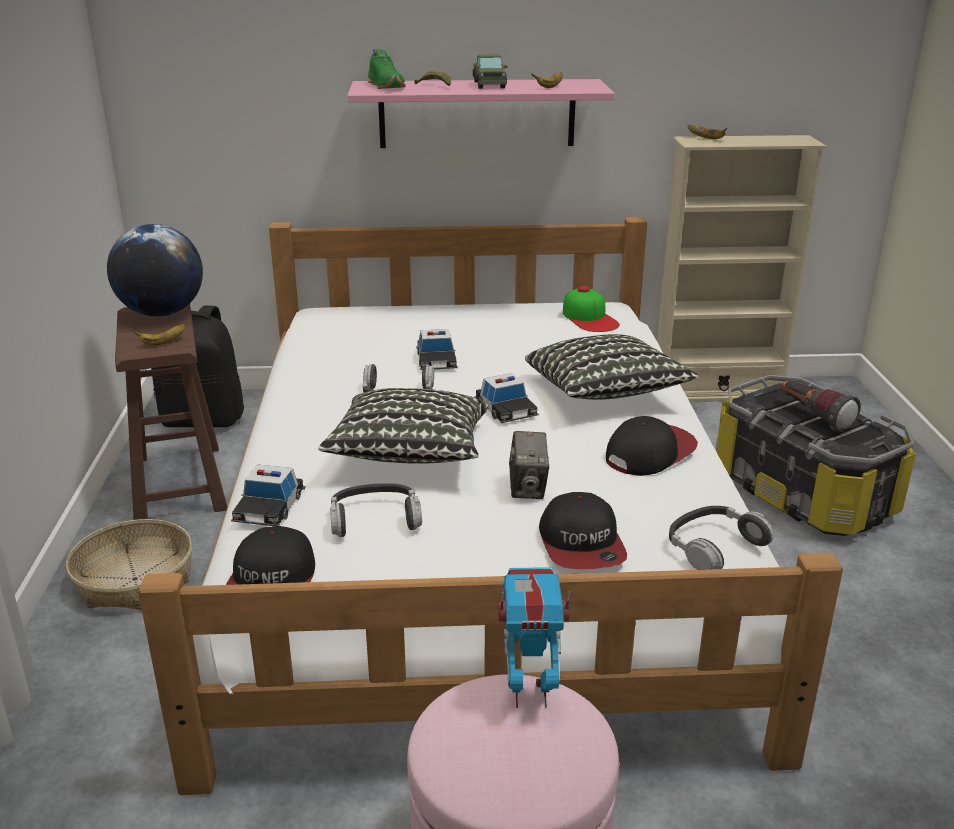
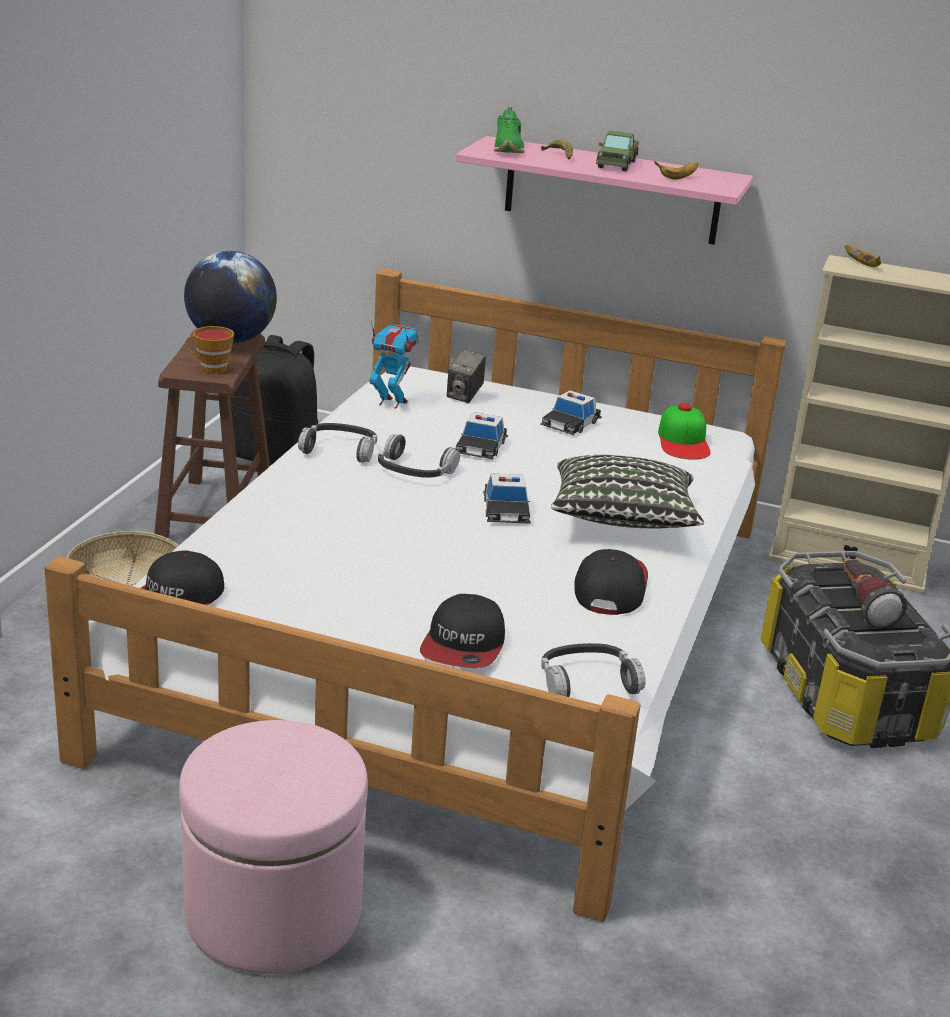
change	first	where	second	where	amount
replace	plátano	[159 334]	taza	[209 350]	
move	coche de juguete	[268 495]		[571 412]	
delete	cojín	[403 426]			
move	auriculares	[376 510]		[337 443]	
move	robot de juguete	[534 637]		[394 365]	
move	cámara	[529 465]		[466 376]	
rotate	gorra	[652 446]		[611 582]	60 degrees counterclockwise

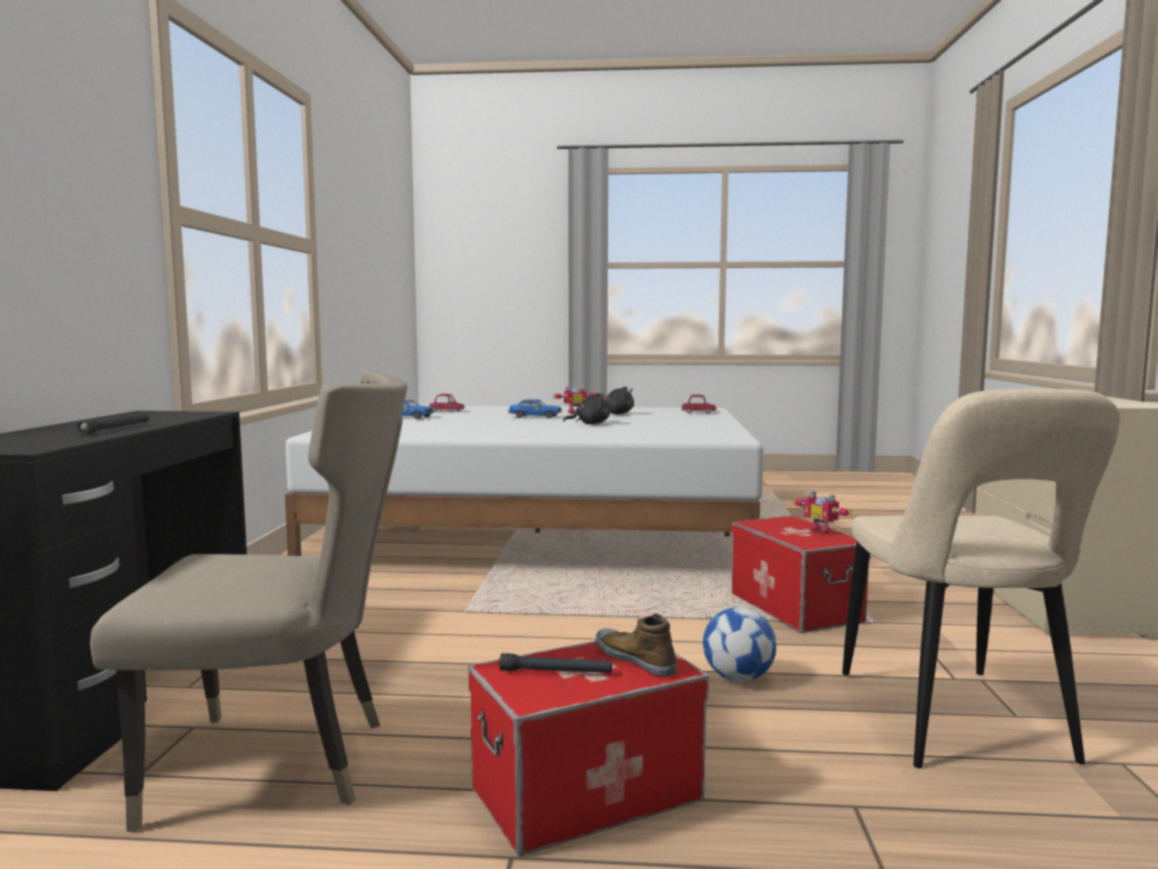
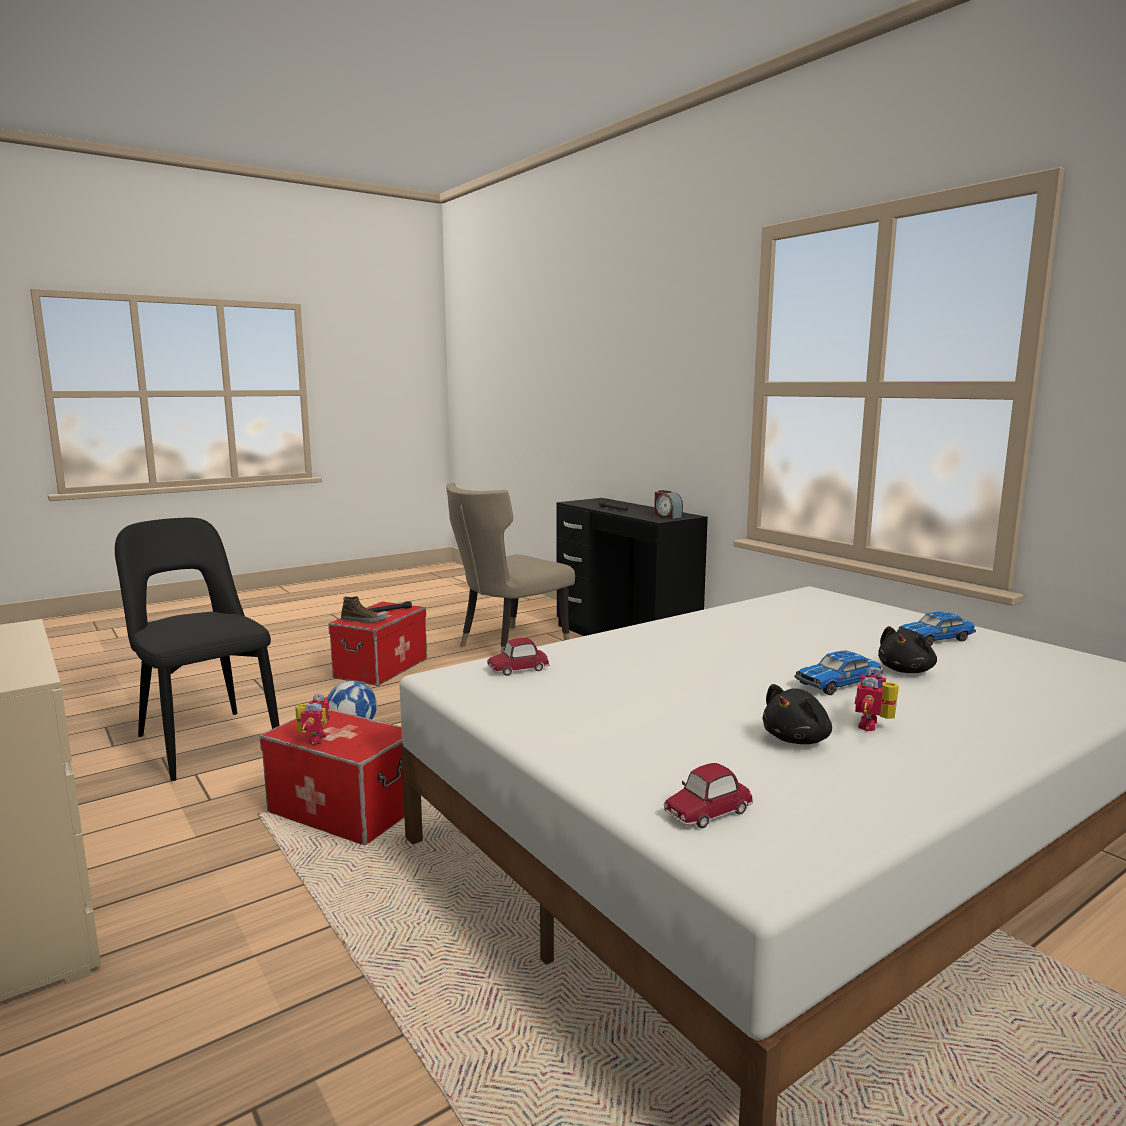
change	first	where	second	where	amount
move	coche de juguete	[446 403]		[518 657]	
move	peluche/negro	[586 408]		[907 649]	
rotate	robot de juguete	[823 512]		[312 719]	75 degrees clockwise
recolor	silla/beis	[981 578]	silla/negro	[197 649]	
insert			despertador	[668 504]	

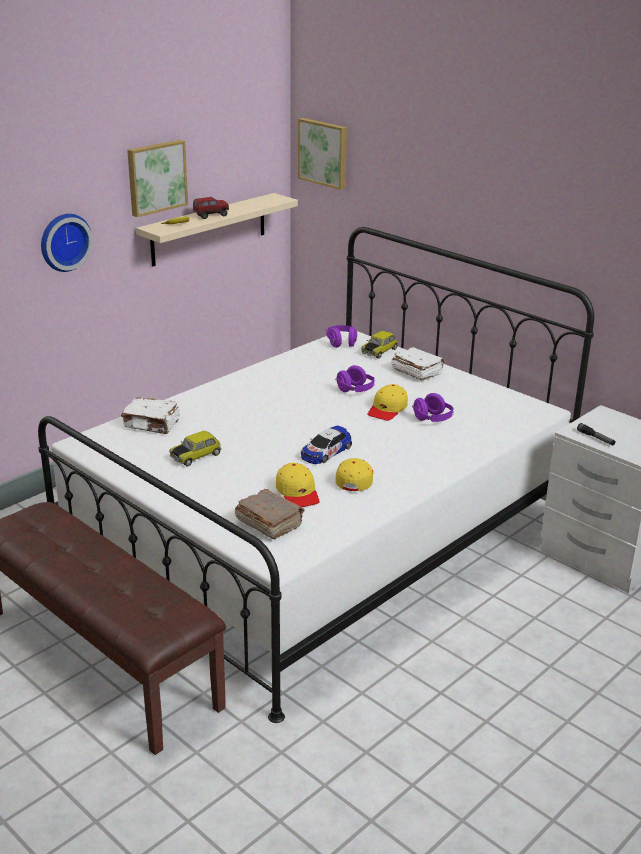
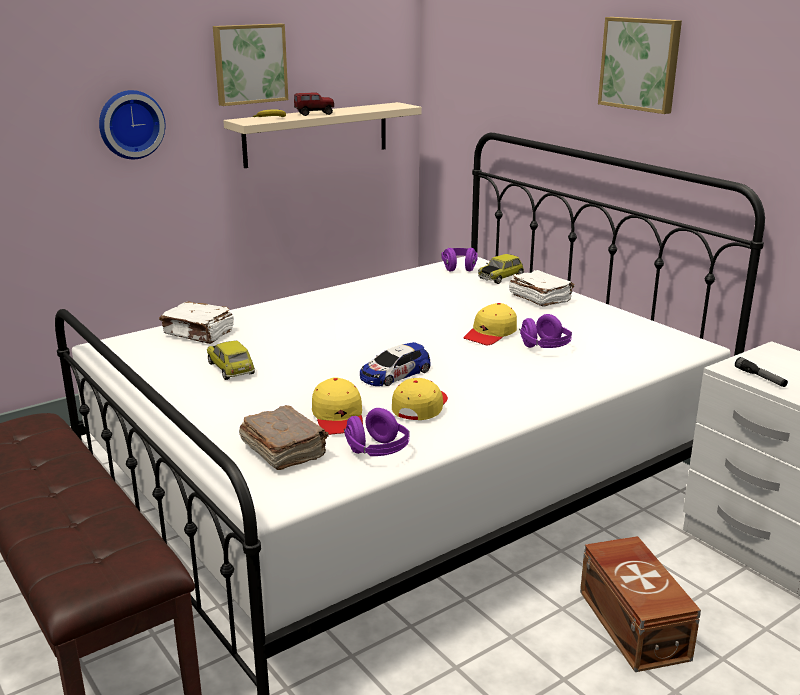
change	first	where	second	where	amount
rotate	coche de juguete	[195 448]		[231 360]	90 degrees clockwise
move	cuadro	[322 154]		[640 65]	
move	auriculares/morado	[355 378]		[377 432]	
insert			caja de almacenaje/marrón	[640 604]	

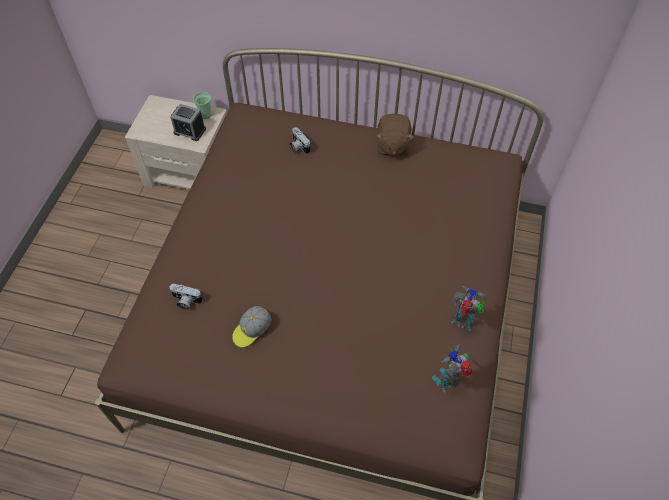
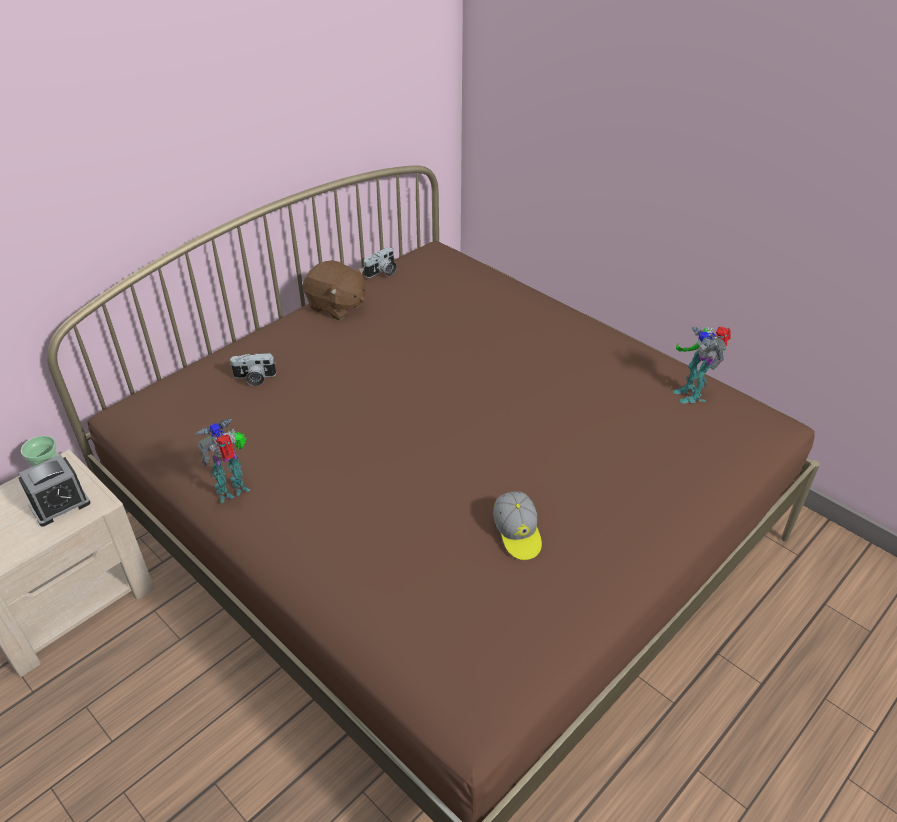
change	first	where	second	where	amount
move	cámara	[186 297]		[380 262]	
move	robot de juguete	[468 308]		[222 461]	

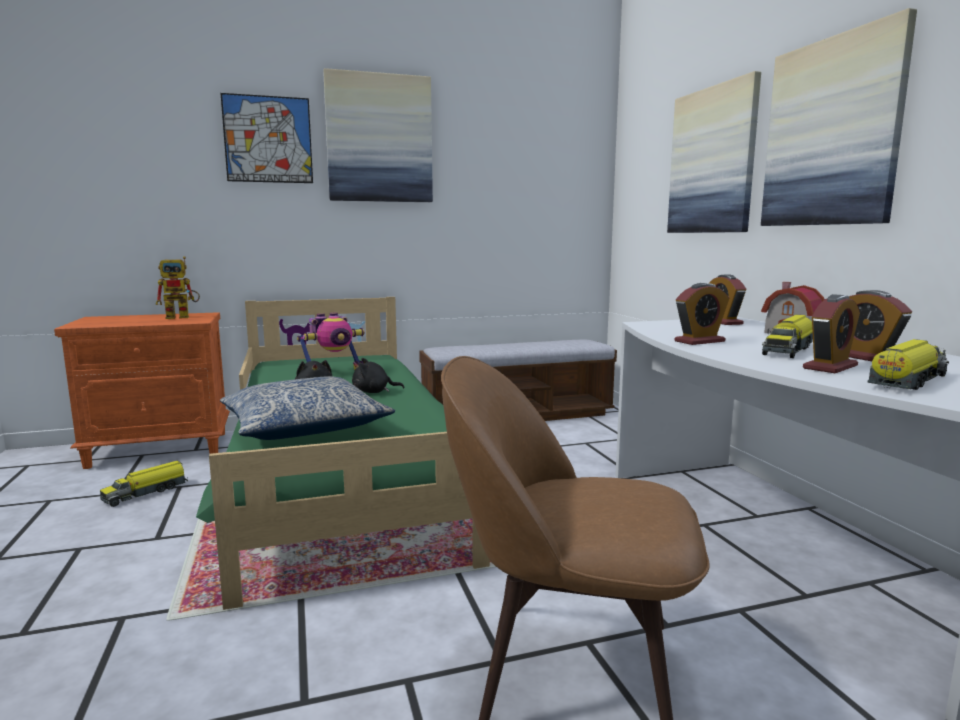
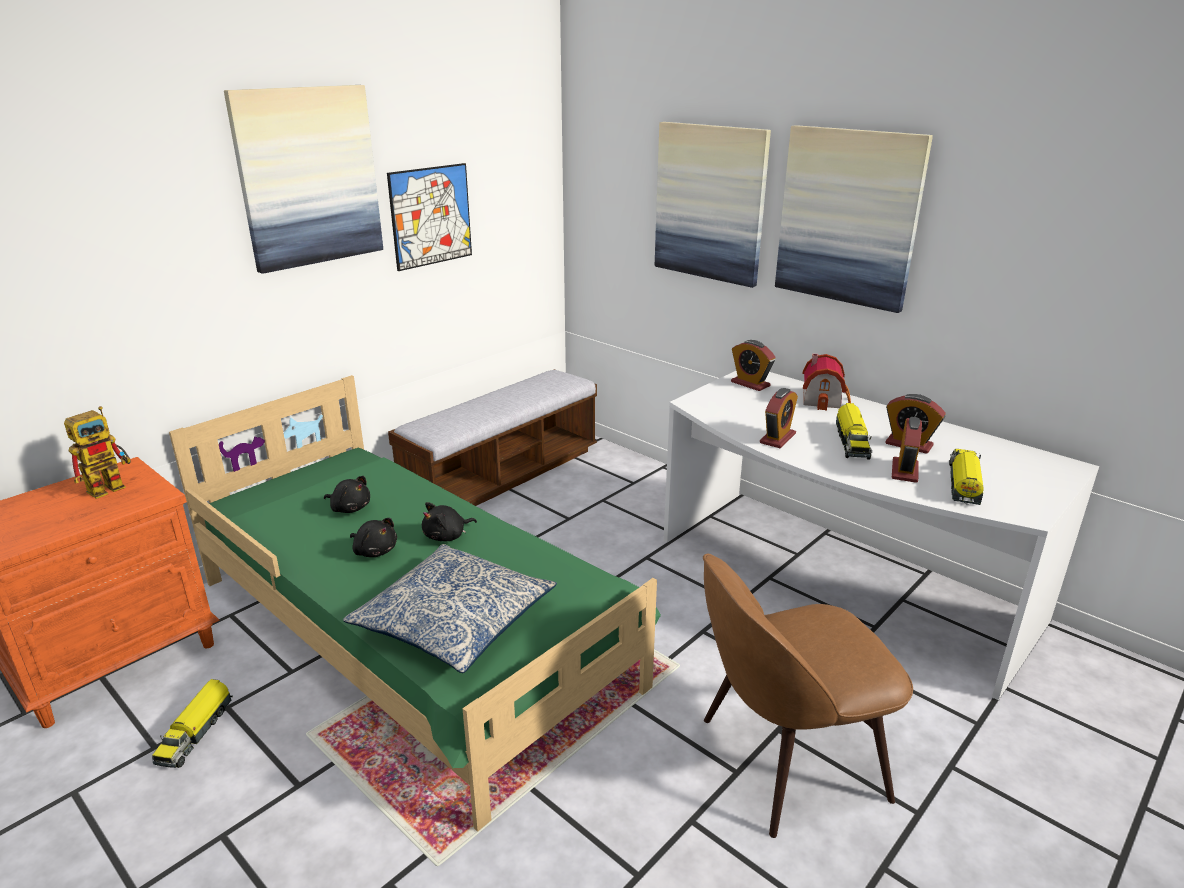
change	first	where	second	where	amount
move	cuadro	[266 138]		[429 217]	
replace	robot de juguete	[331 341]	peluche/negro	[347 494]	

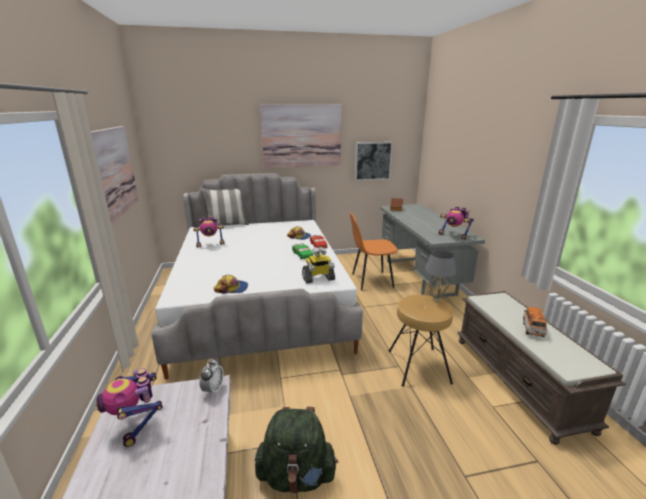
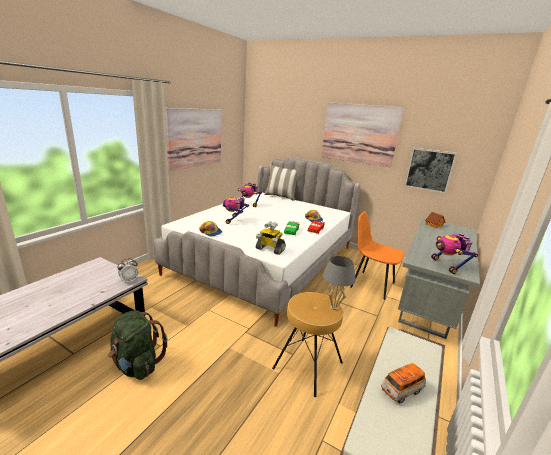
change	first	where	second	where	amount
move	robot de juguete	[129 407]		[236 210]	

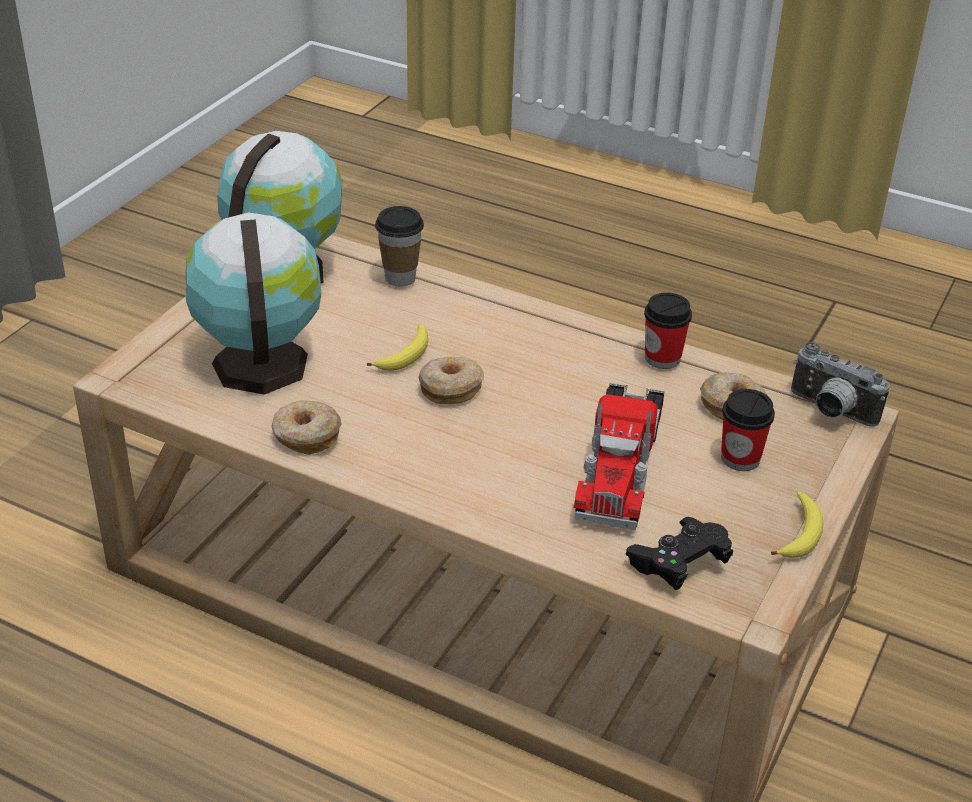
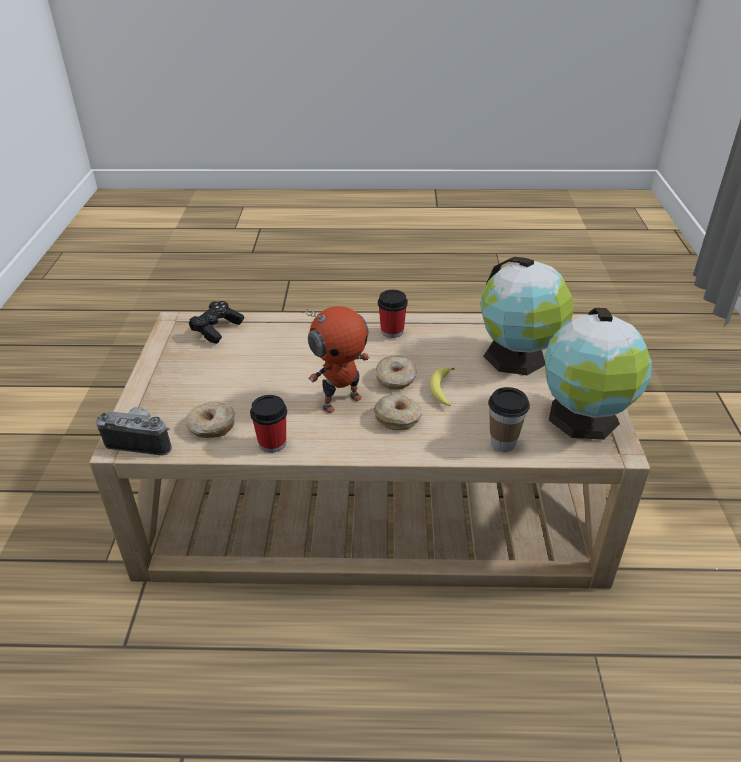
change	first	where	second	where	amount
move	rosquilla	[306 427]		[397 412]	
delete	camión de juguete	[619 456]			
move	taza	[748 430]		[393 314]	
delete	plátano	[797 525]			
insert			robot de juguete	[338 359]	

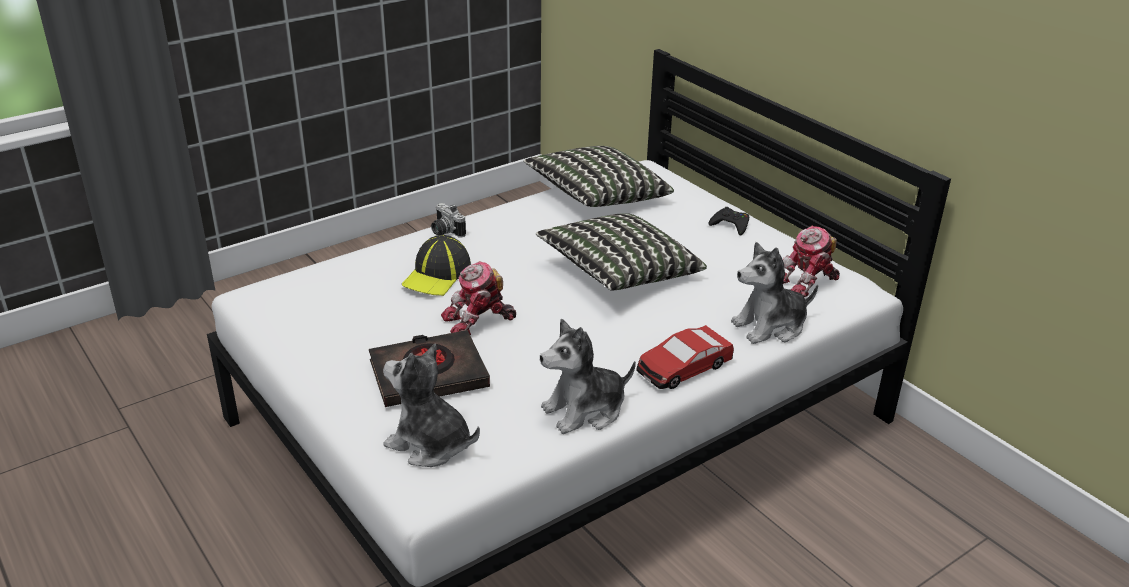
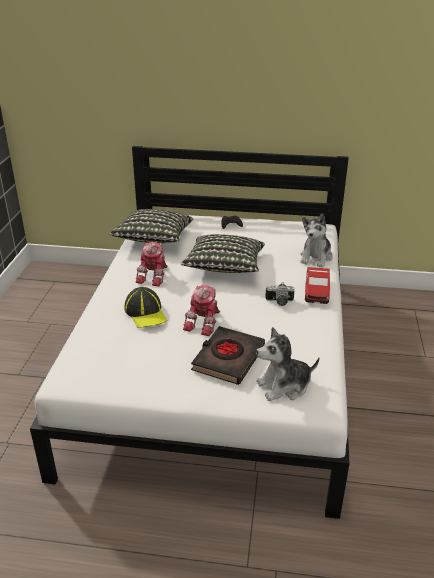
change	first	where	second	where	amount
move	cámara	[448 220]		[280 294]	
delete	peluche	[588 376]			
move	robot de juguete	[811 261]		[151 264]	

